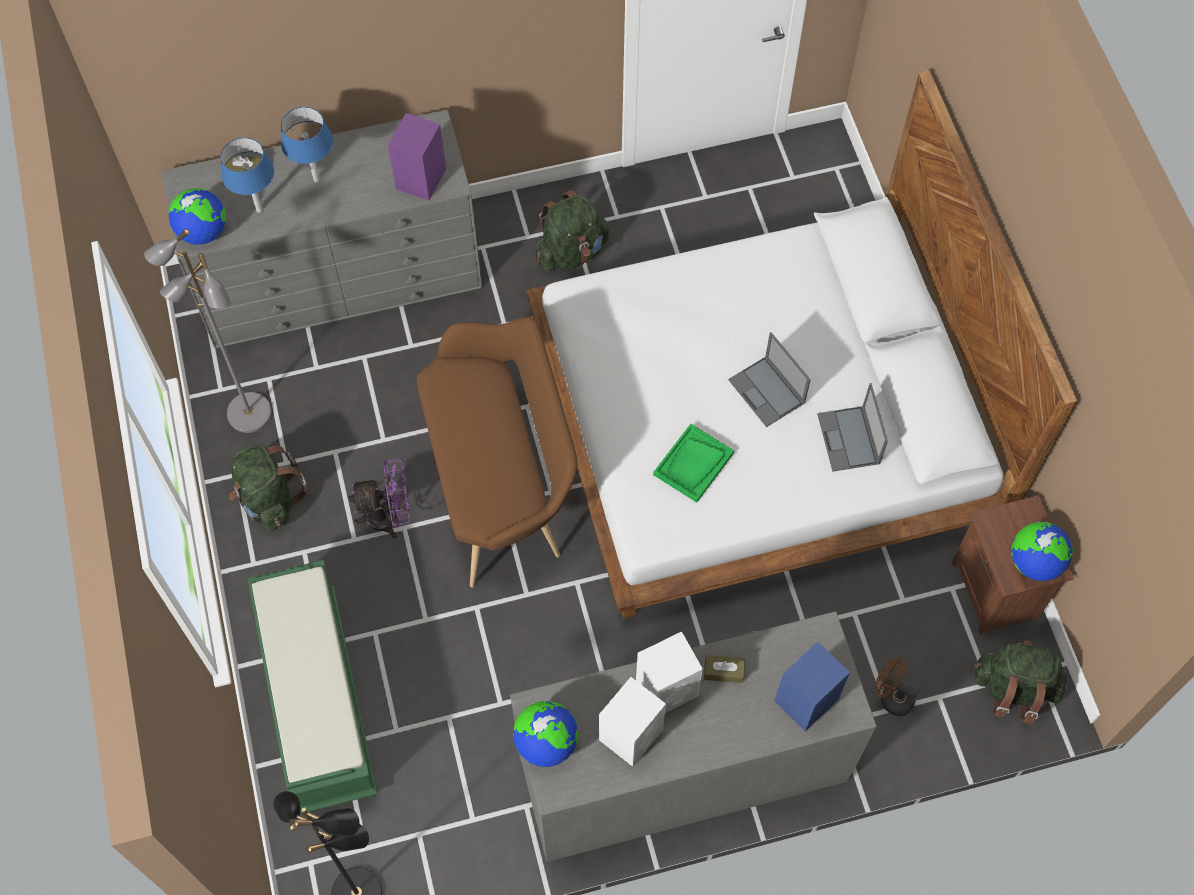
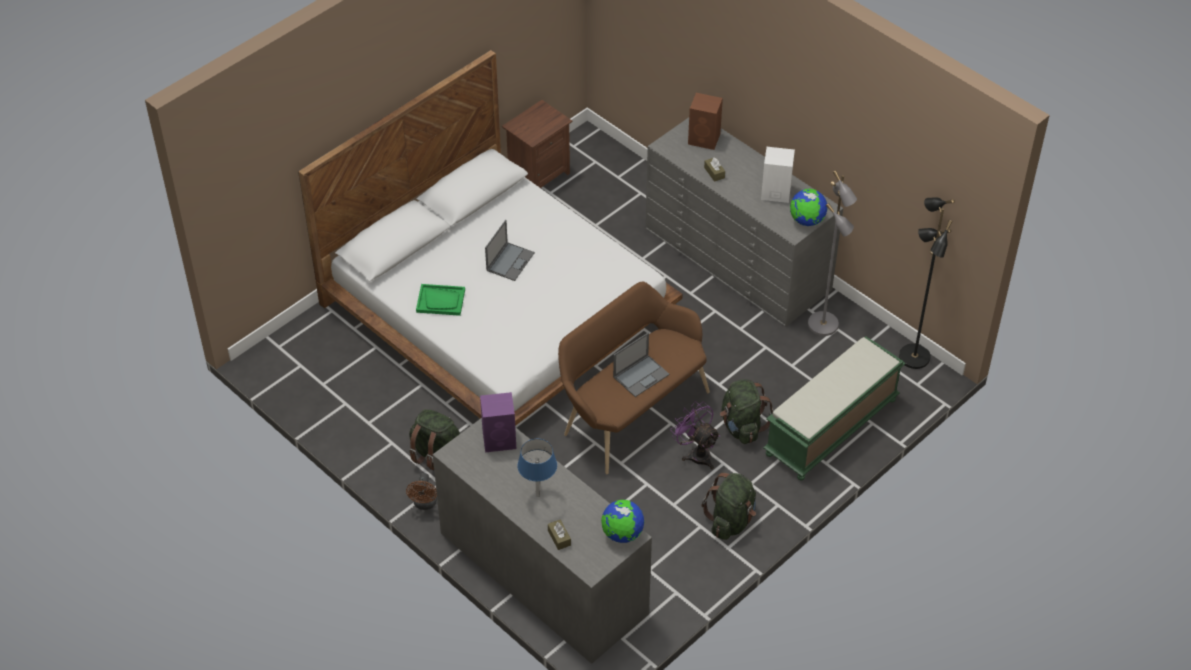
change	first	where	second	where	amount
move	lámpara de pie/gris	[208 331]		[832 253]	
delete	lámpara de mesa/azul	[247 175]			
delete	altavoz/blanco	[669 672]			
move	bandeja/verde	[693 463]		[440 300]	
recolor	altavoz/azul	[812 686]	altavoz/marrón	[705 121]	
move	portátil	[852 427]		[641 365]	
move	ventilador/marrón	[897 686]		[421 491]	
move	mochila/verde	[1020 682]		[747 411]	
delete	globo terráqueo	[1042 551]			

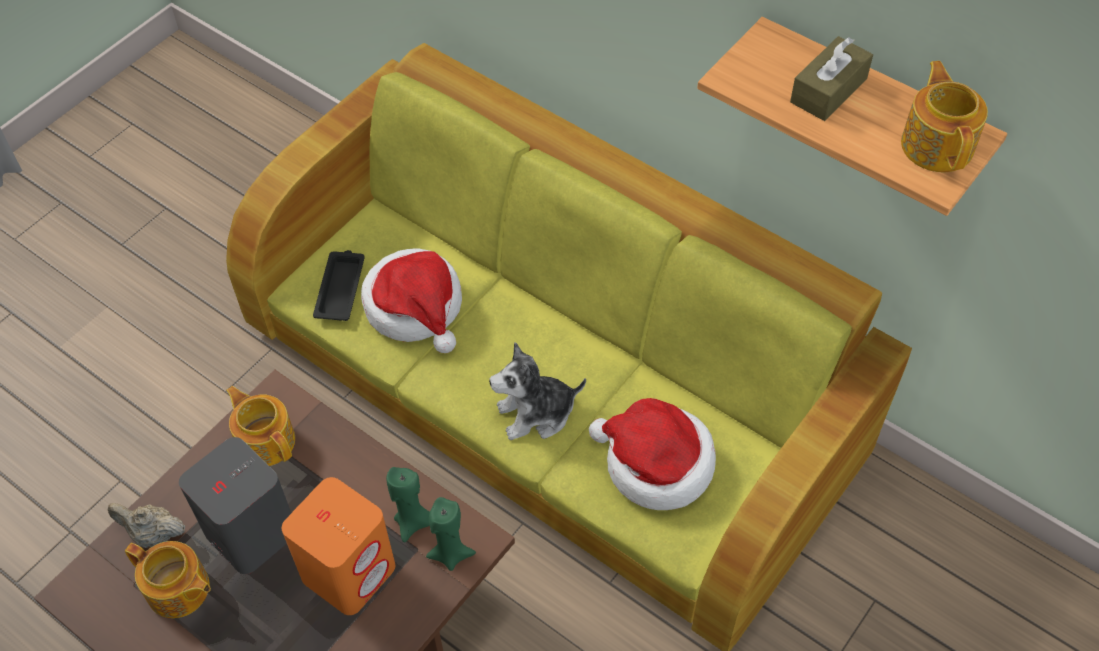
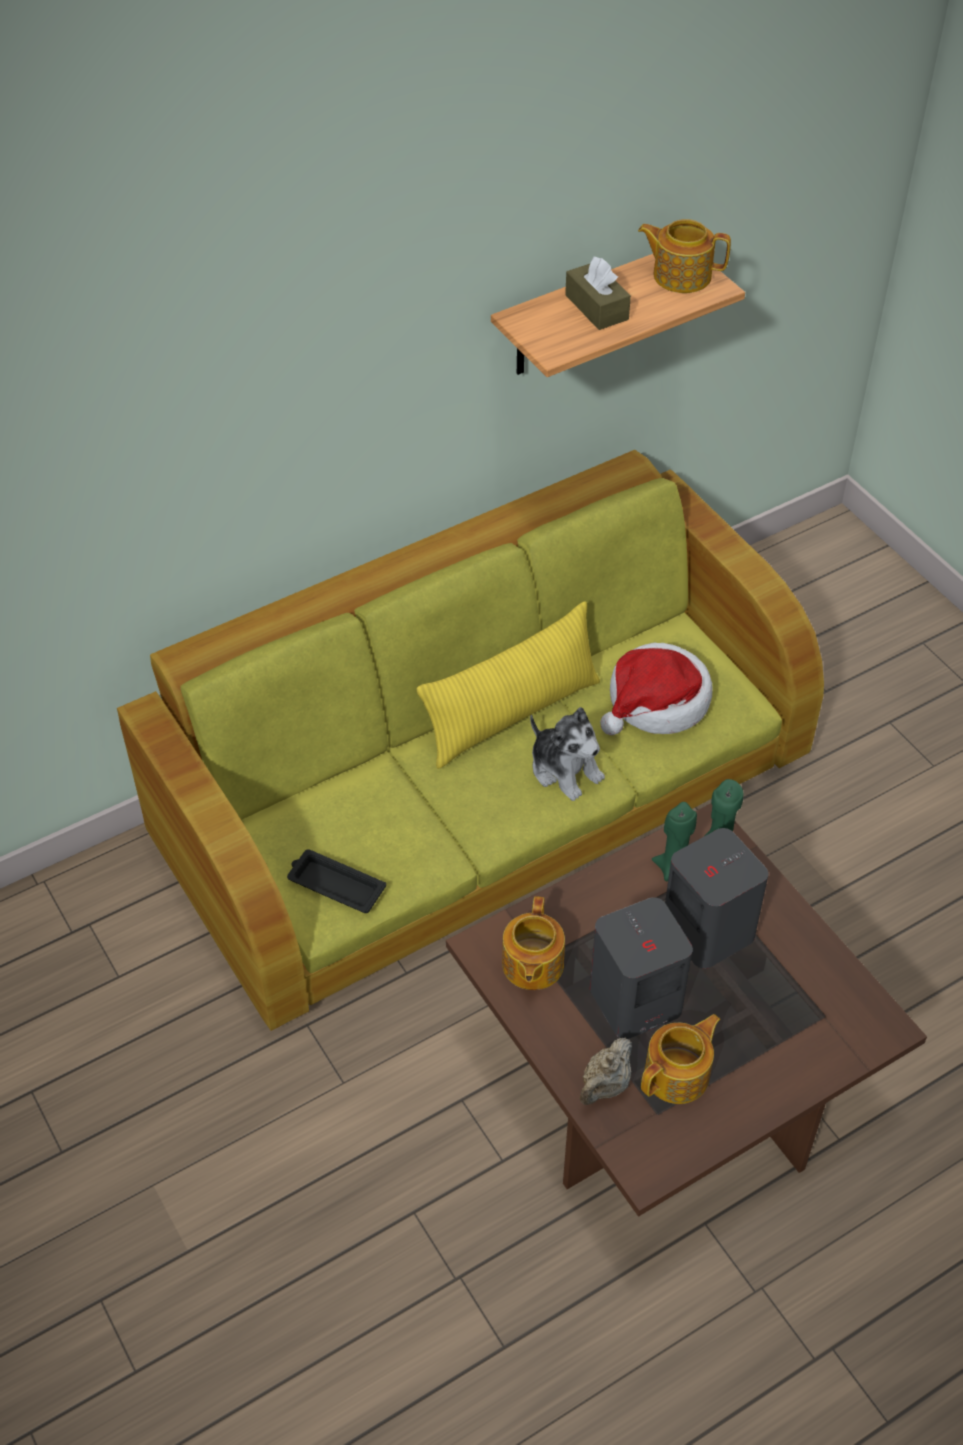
change	first	where	second	where	amount
rotate	tetera	[260 426]		[533 943]	60 degrees counterclockwise
recolor	altavoz/naranja	[338 546]	altavoz/gris	[716 898]	
delete	sombrero	[411 300]			
rotate	peluche	[537 391]		[567 754]	45 degrees counterclockwise
insert			cojín/amarillo	[508 685]	

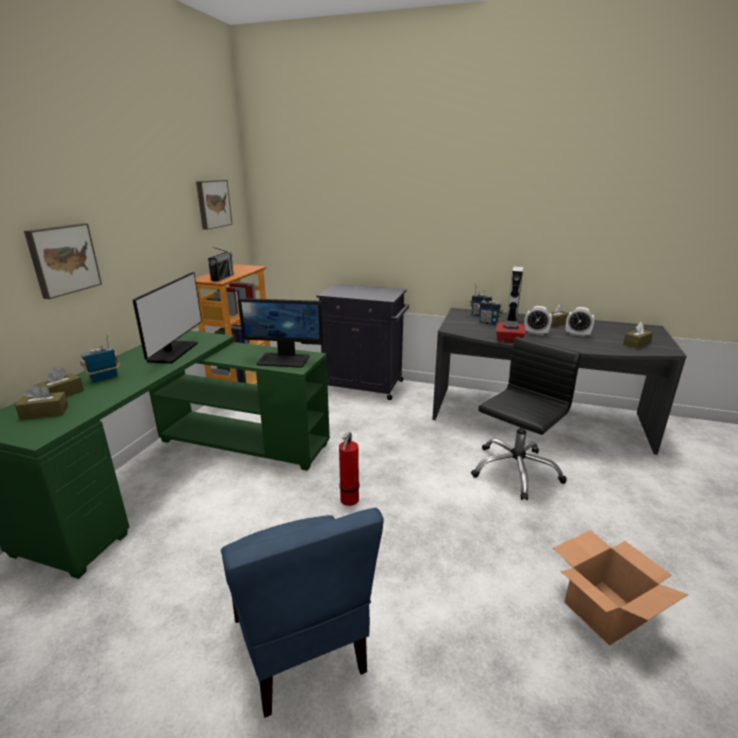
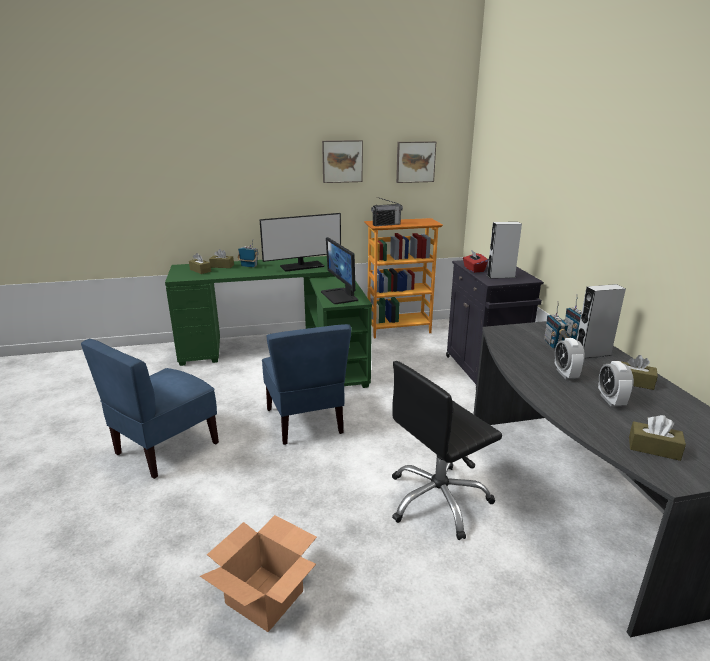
change	first	where	second	where	amount
move	cuadro	[63 261]		[342 161]	
replace	extintor	[349 468]	silla/azul	[306 384]	
rotate	silla de oficina/negro	[526 418]		[447 450]	135 degrees clockwise
move	caja de pañuelos/rojo	[510 331]		[475 261]	
insert			altavoz/gris	[504 250]	

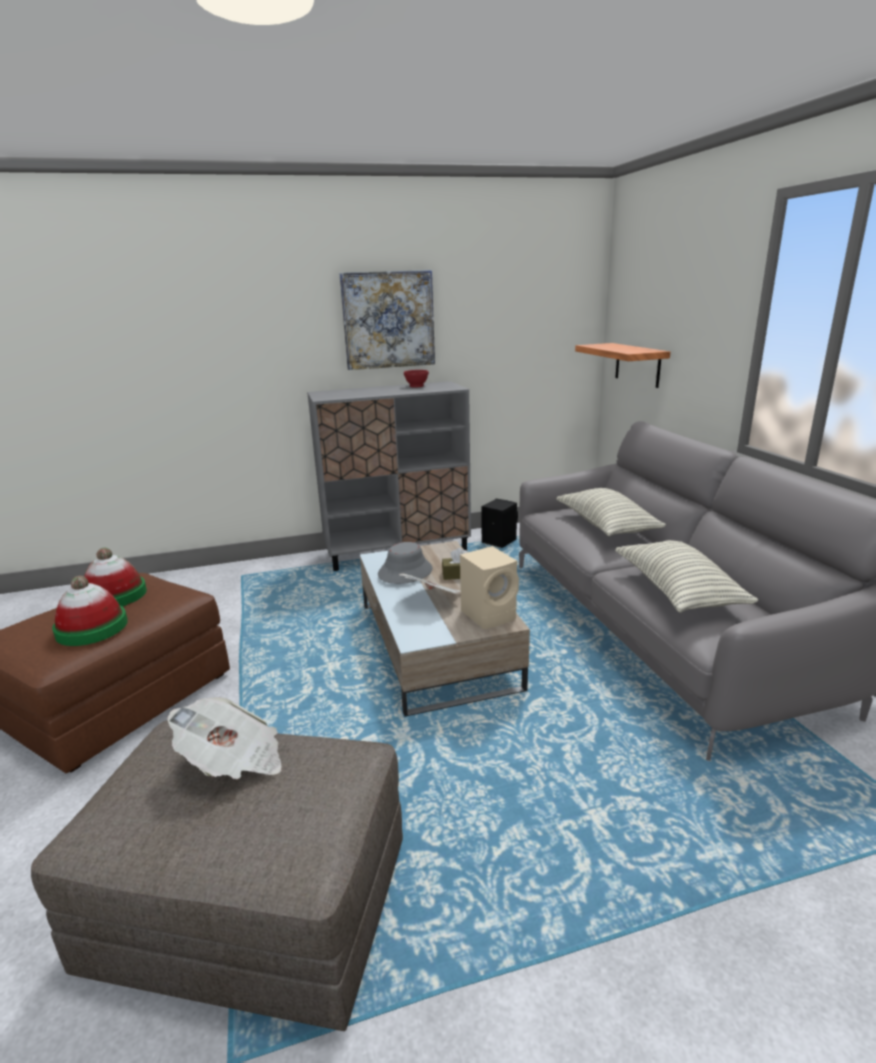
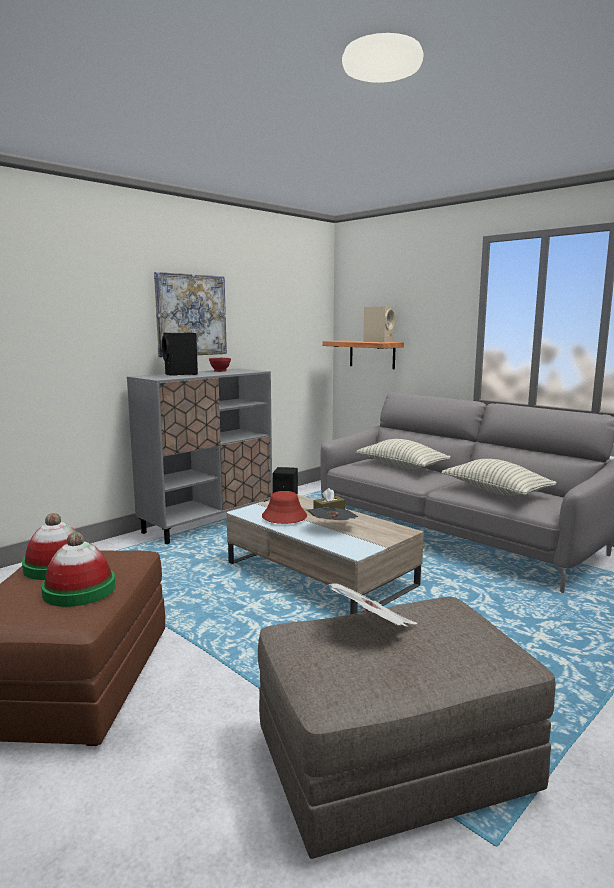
change	first	where	second	where	amount
recolor	sombrero/gris	[405 563]	sombrero/rojo	[284 507]	
move	altavoz/beis	[489 587]		[379 324]	
insert			altavoz/negro	[180 354]	

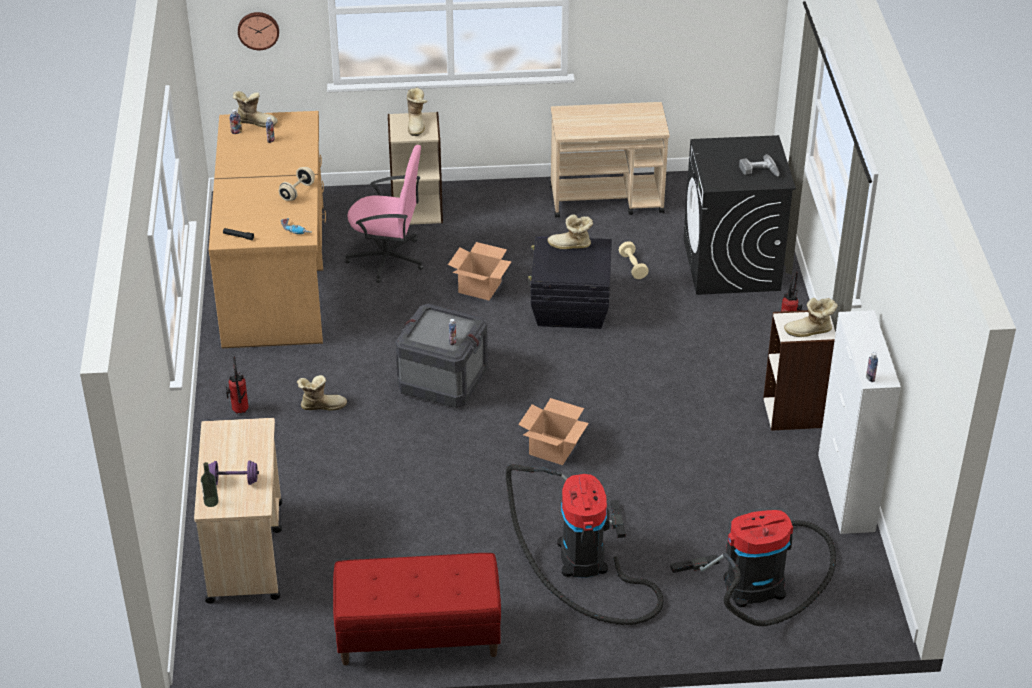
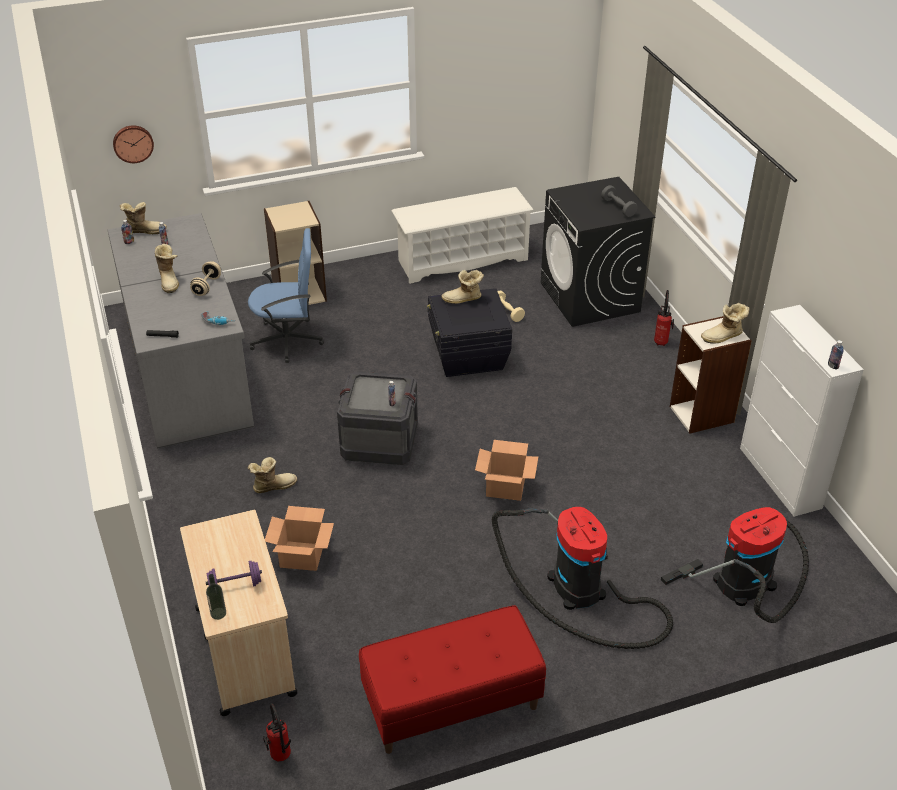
change	first	where	second	where	amount
recolor	escritorio/marrón	[267 229]	escritorio/gris	[181 330]	
move	extintor	[237 385]		[277 732]	
recolor	silla de oficina/rosa	[384 214]	silla de oficina/azul	[286 295]	
move	bota	[417 111]		[167 268]	
move	caja de cartón	[480 271]		[299 538]	
replace	carrito/beis	[610 160]	zapatero/blanco	[463 235]	
replace	taladro	[759 165]	mancuerna/gris	[619 201]	

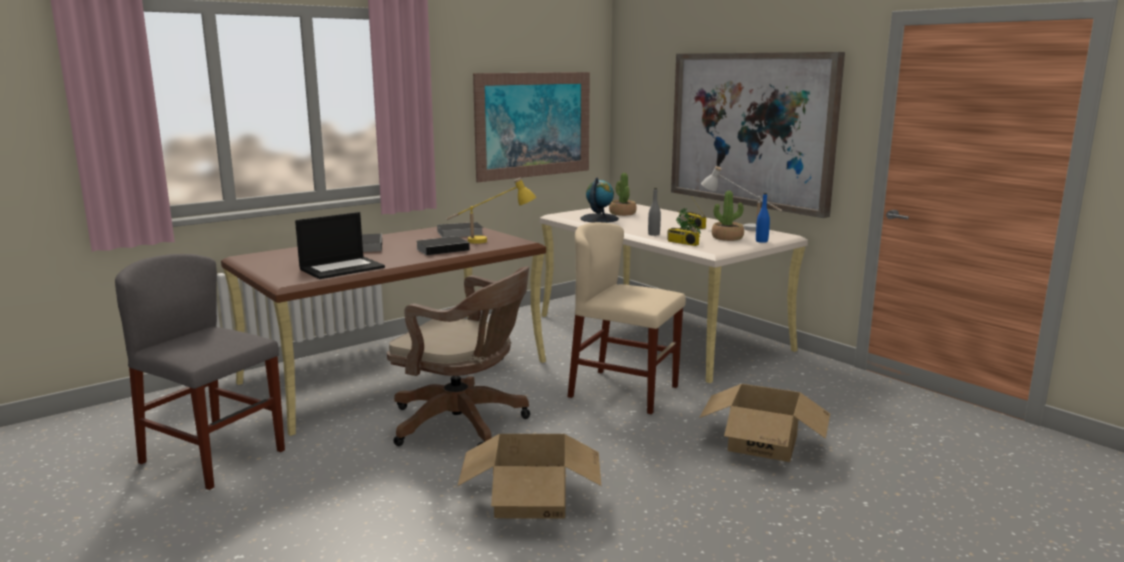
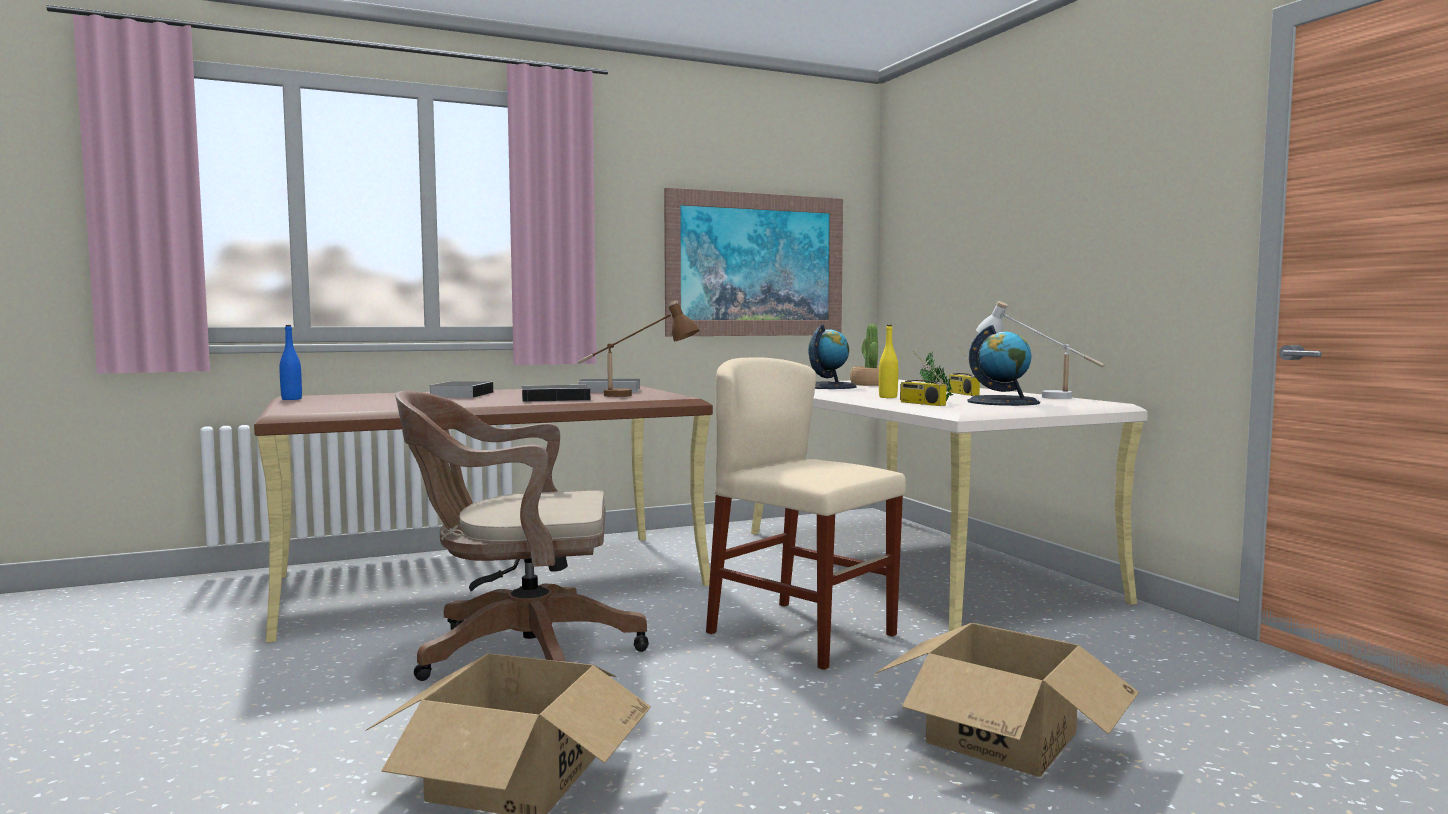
change	first	where	second	where	amount
delete	silla/gris	[200 372]			
delete	portátil	[340 245]			
rotate	silla de oficina/marrón	[458 356]		[522 536]	135 degrees clockwise
recolor	lámpara de mesa/amarillo	[491 210]	lámpara de mesa/marrón	[638 348]	
recolor	botella/gris	[654 212]	botella/amarillo	[888 361]	
delete	cuadro	[758 135]			
replace	planta en maceta	[728 216]	globo terráqueo	[1003 365]	
move	botella/azul	[763 218]		[290 362]	

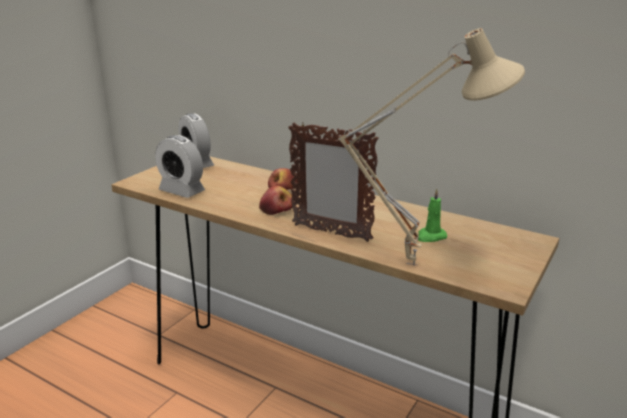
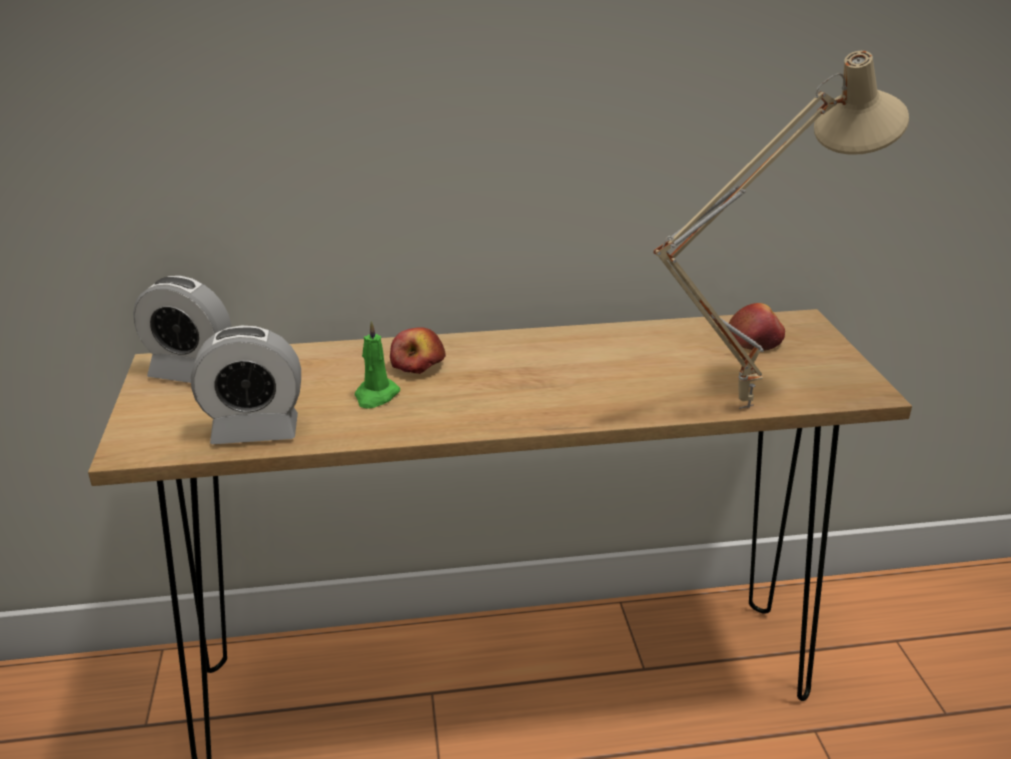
change	first	where	second	where	amount
move	manzana	[275 200]		[757 327]	
delete	portarretratos	[333 182]			
move	vela/verde	[432 215]		[377 365]	

